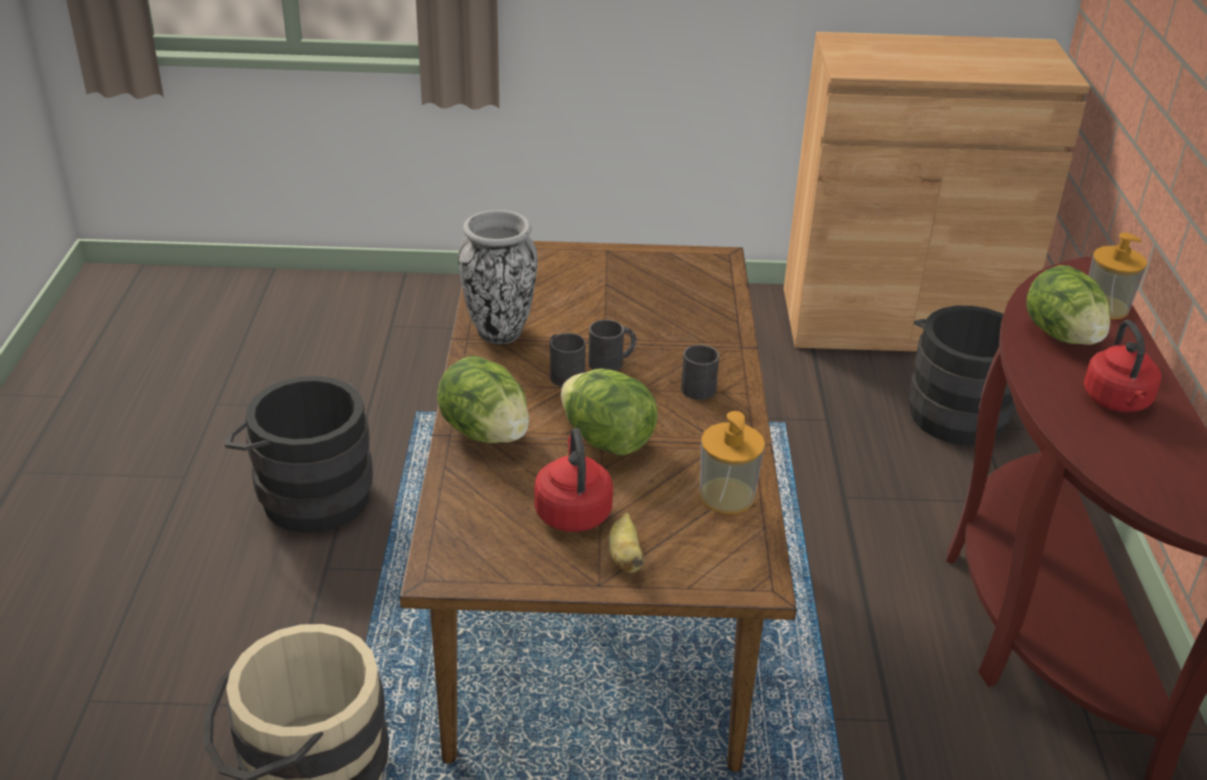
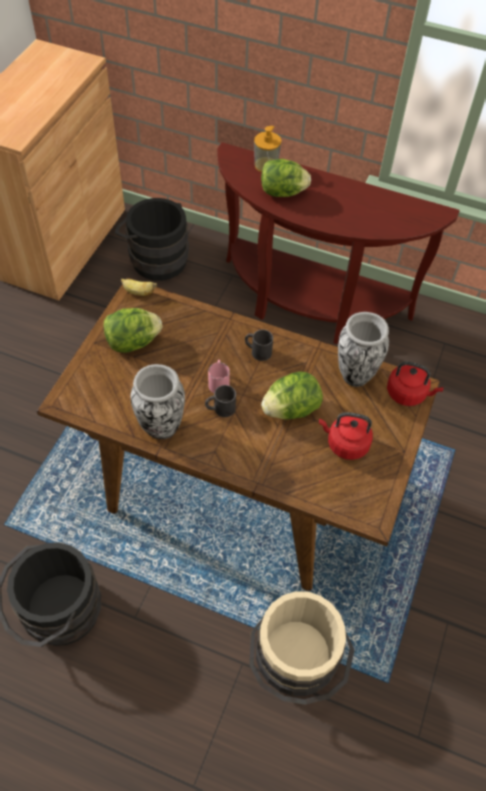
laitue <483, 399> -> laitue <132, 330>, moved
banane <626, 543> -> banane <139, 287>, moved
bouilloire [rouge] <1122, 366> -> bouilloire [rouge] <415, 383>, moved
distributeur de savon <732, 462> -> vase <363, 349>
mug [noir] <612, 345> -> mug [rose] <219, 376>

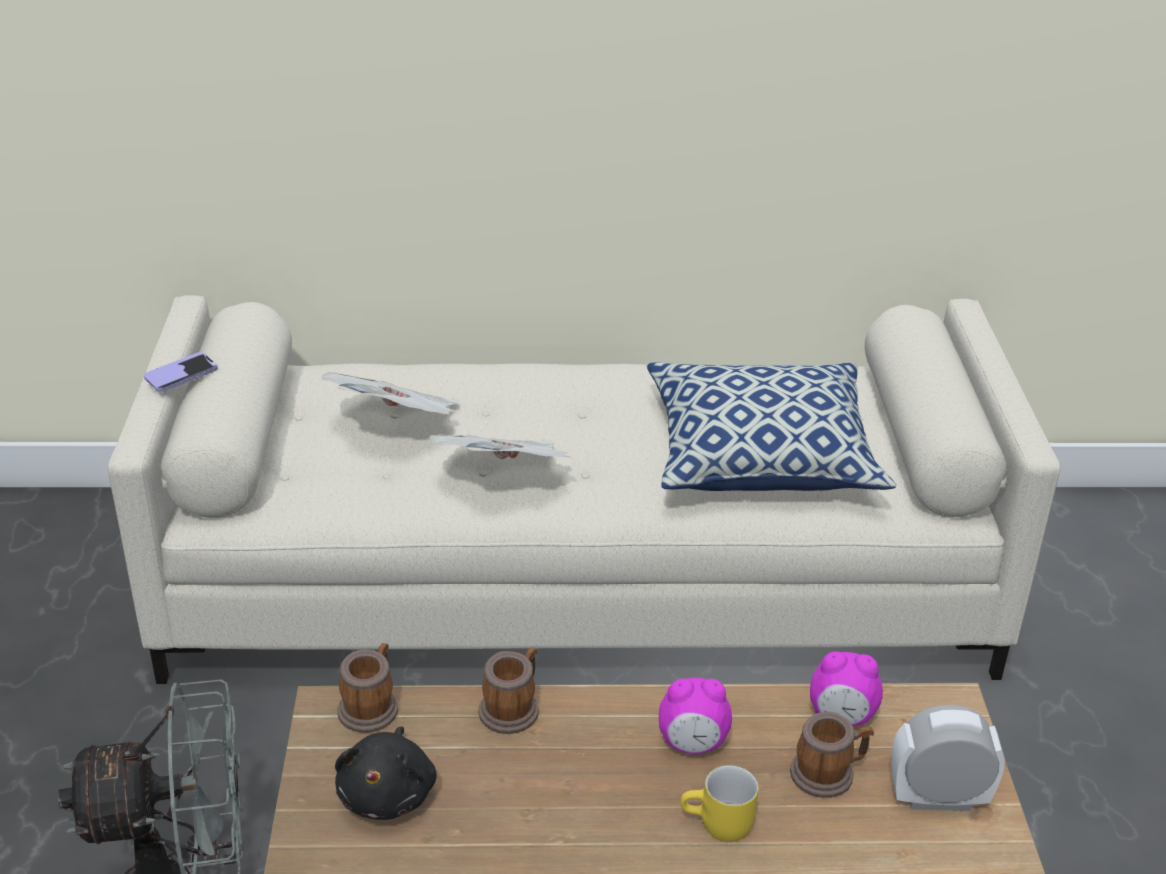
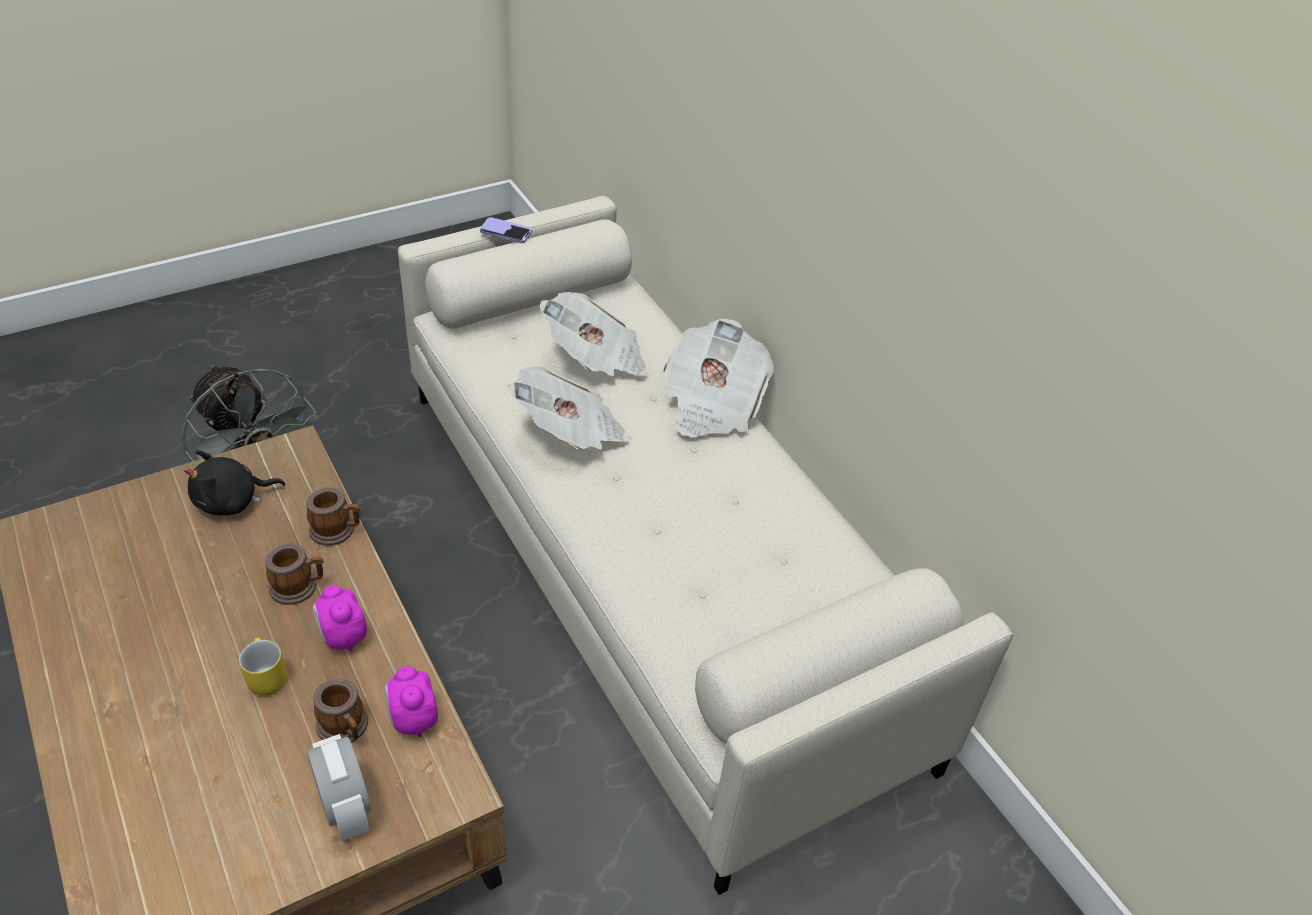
coussin <771, 427> -> none
none -> journal <718, 378>
mug <367, 688> -> mug <294, 574>, moved

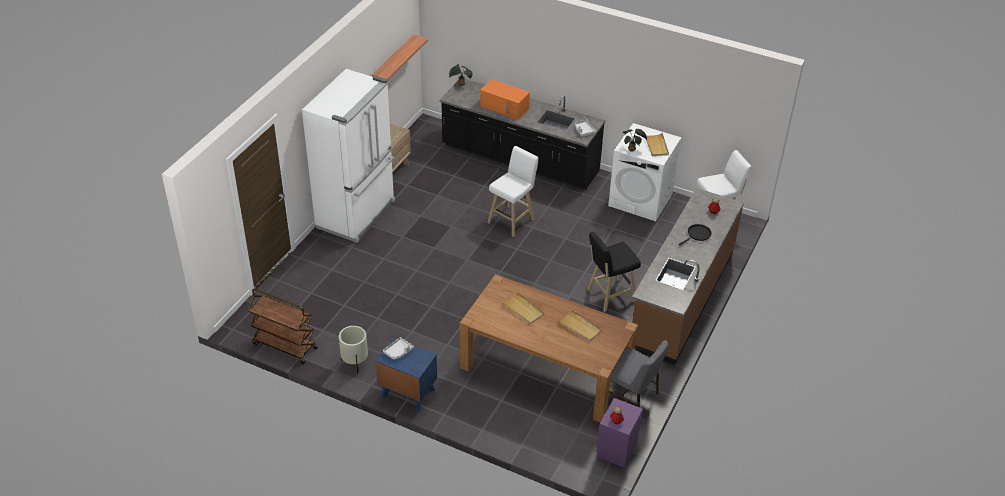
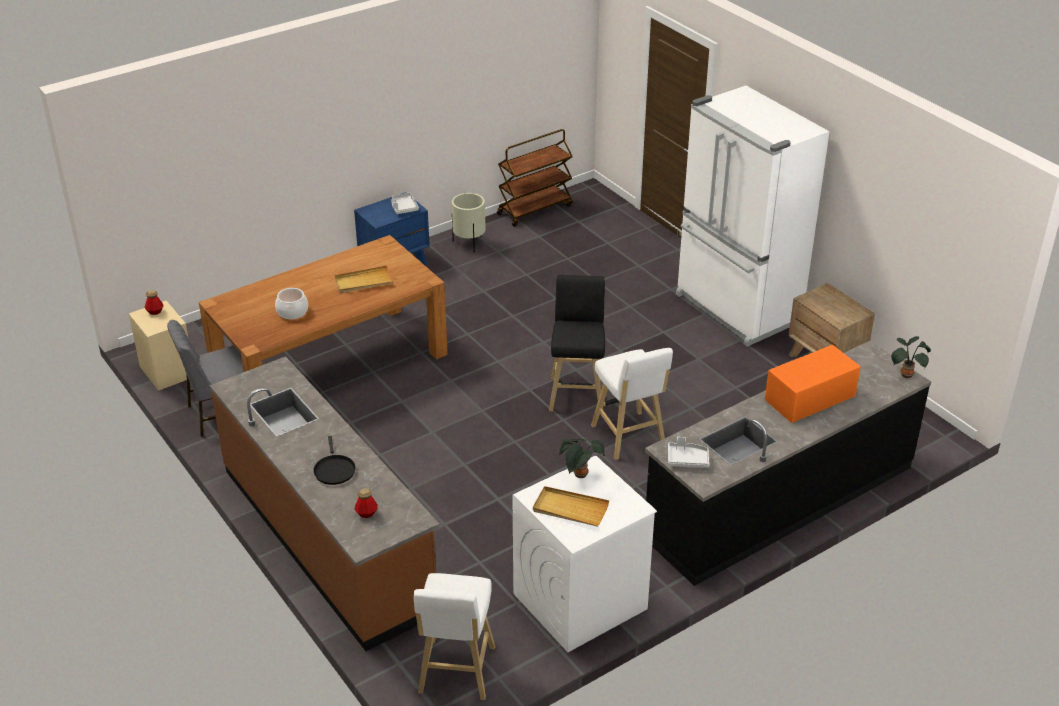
étagère <400, 58> -> none
tabouret [noir] <614, 272> -> tabouret [noir] <577, 343>, moved
plateau [beige] <580, 325> -> marmite <291, 303>
table de chevet [violet] <620, 433> -> table de chevet [beige] <159, 346>

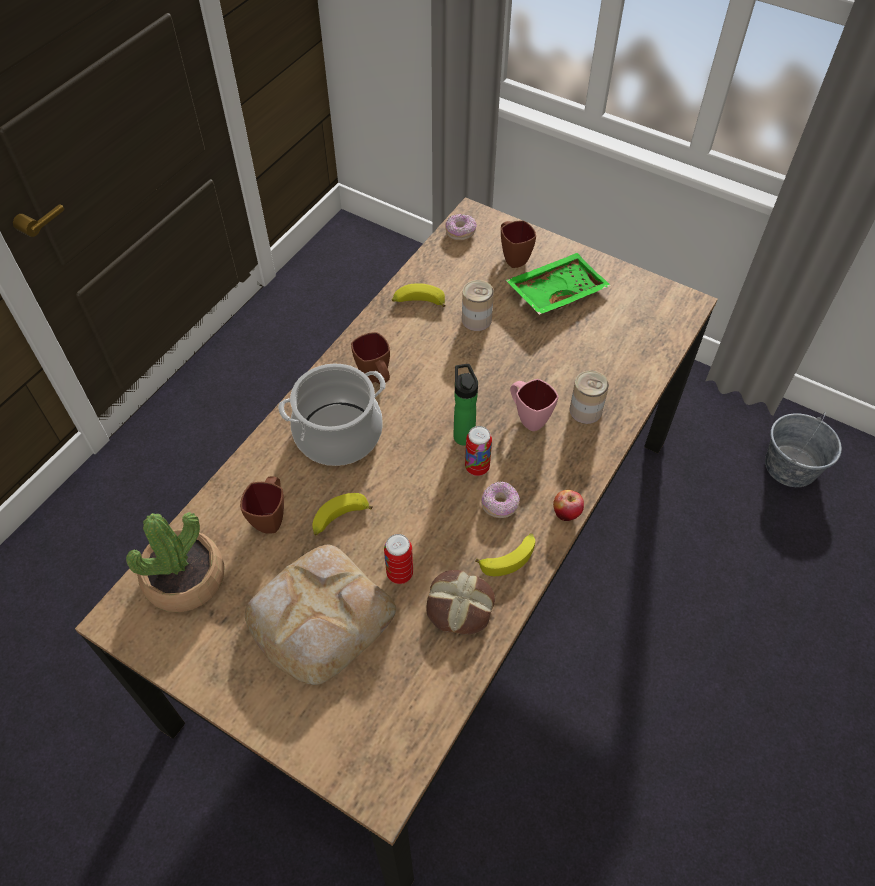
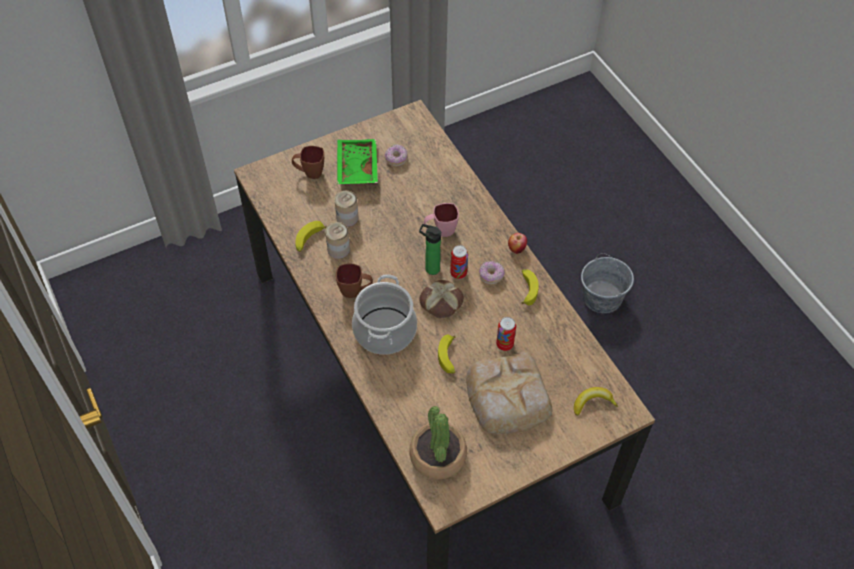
mug [marron] <262, 505> -> none
none -> banane <596, 401>
pain <460, 602> -> pain <441, 299>, moved
beignet <461, 227> -> beignet <396, 155>, moved
boîte métallique <589, 397> -> boîte métallique <337, 240>, moved
seau [gris] <803, 449> -> seau [gris] <607, 283>, moved

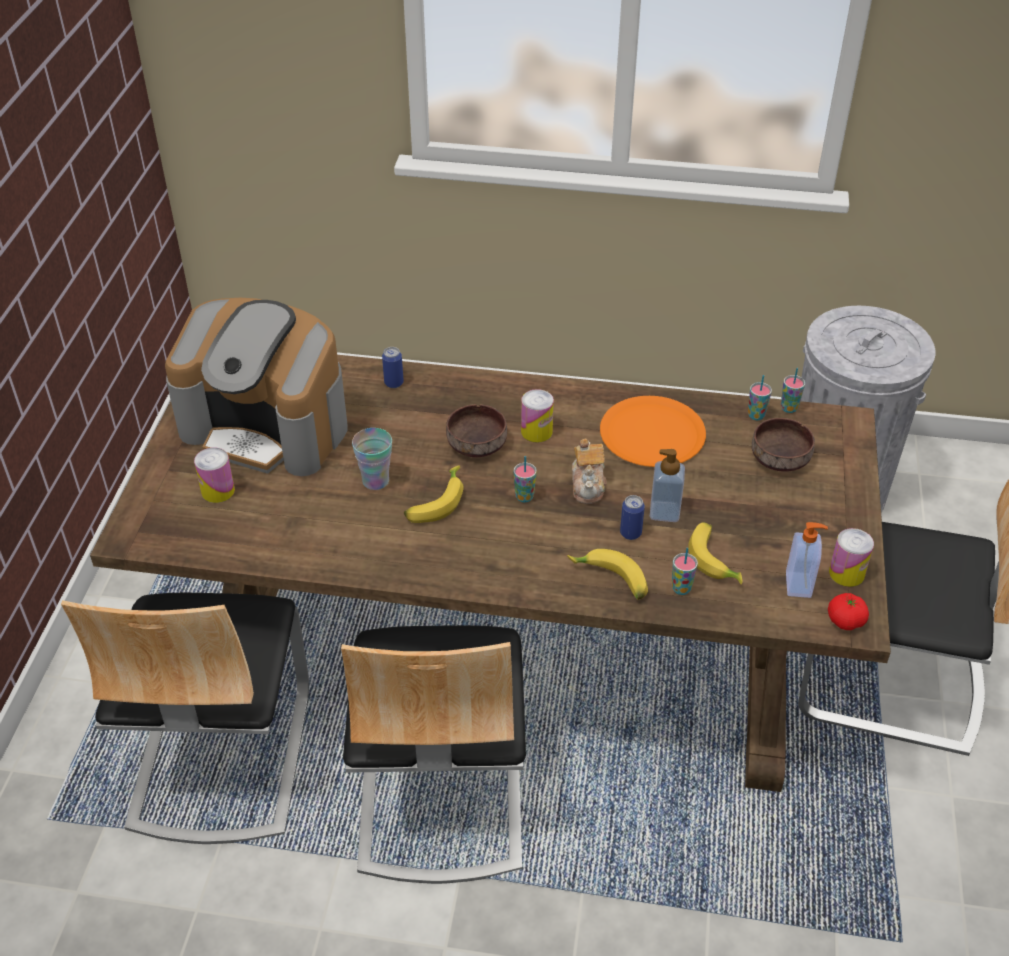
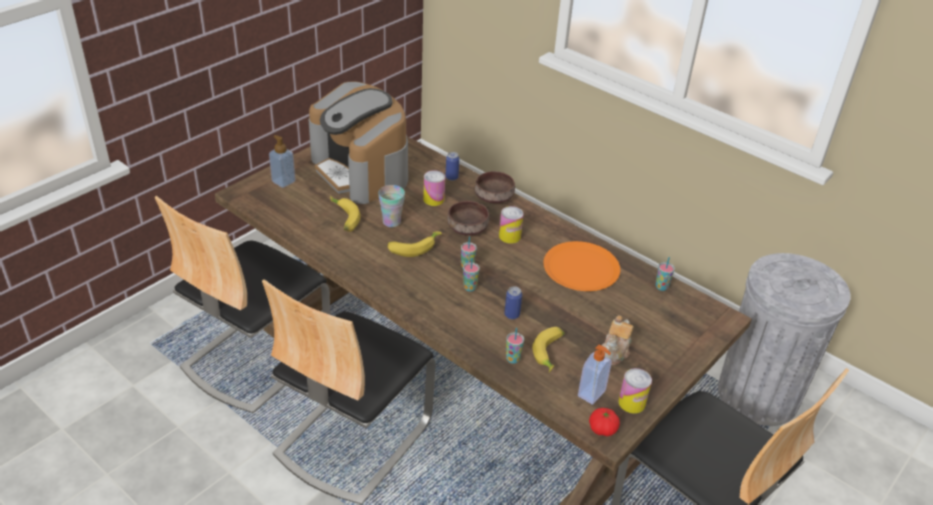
boîte métallique <214, 475> -> boîte métallique <434, 188>, moved
banane <607, 574> -> banane <345, 214>, moved
théière <589, 471> -> théière <618, 340>, moved
distributeur de savon <667, 485> -> distributeur de savon <282, 161>, moved
bol [marron] <783, 445> -> bol [marron] <495, 187>, moved
tasse <793, 390> -> tasse <471, 274>, moved

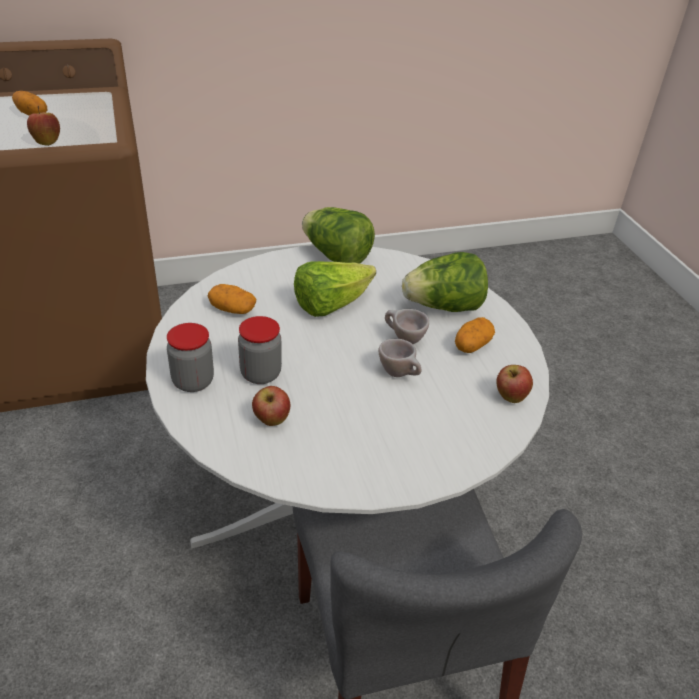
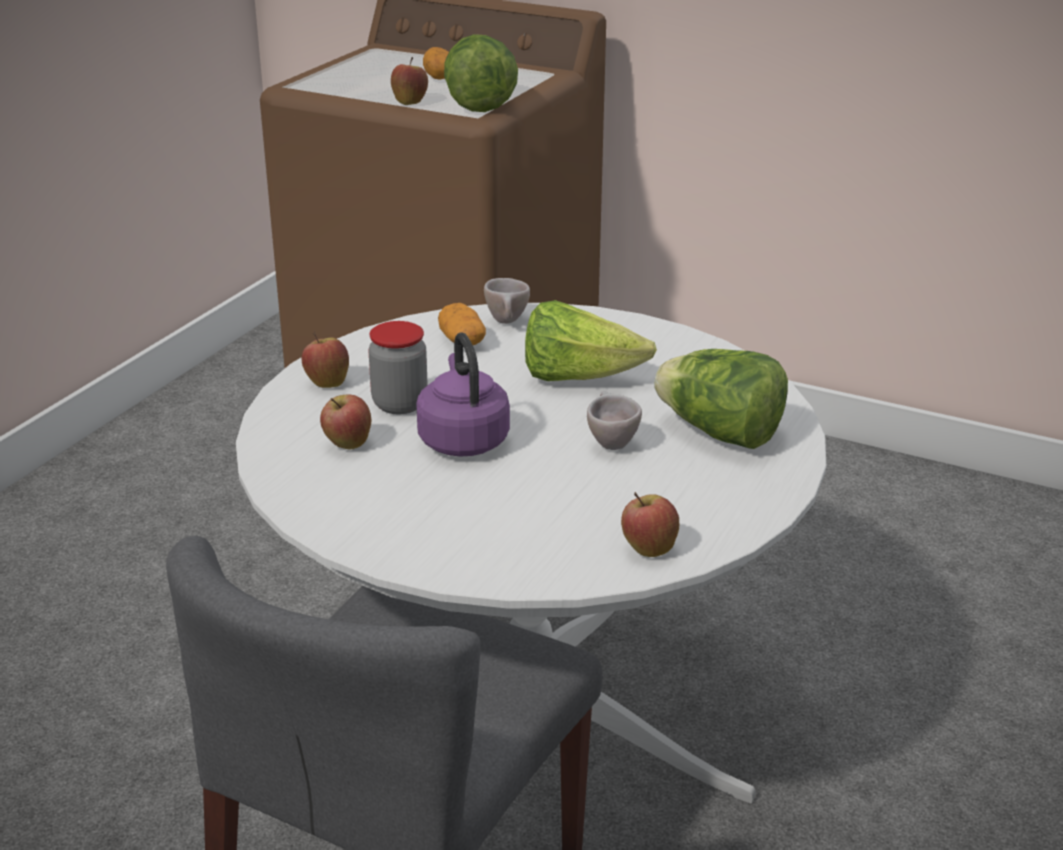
pomme de terre <475, 335> -> none
none -> bouilloire [violet] <463, 394>
laitue <338, 235> -> laitue <481, 73>, moved
tasse [beige] <400, 358> -> tasse [beige] <507, 301>, moved
bocal <190, 357> -> pomme <325, 359>

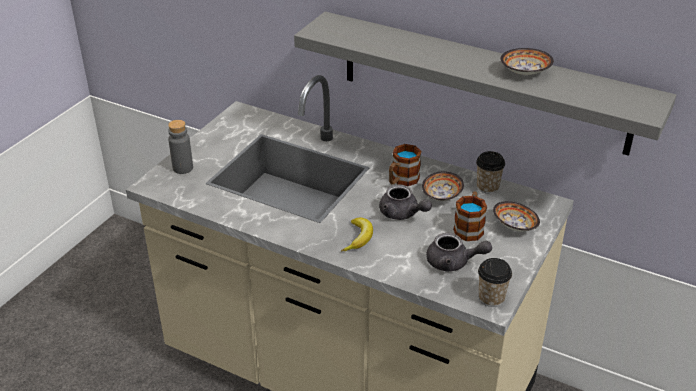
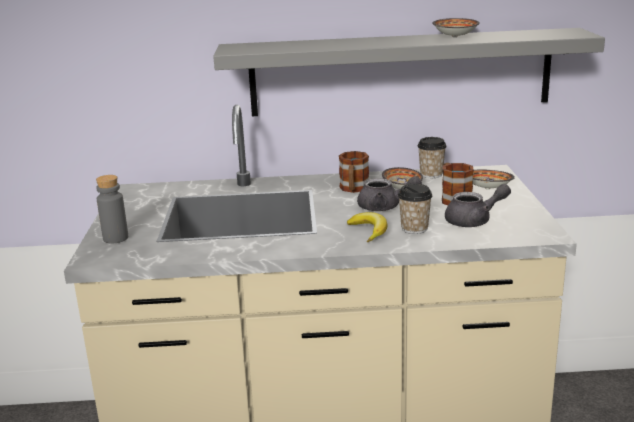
tasse <495, 282> -> tasse <415, 209>, moved

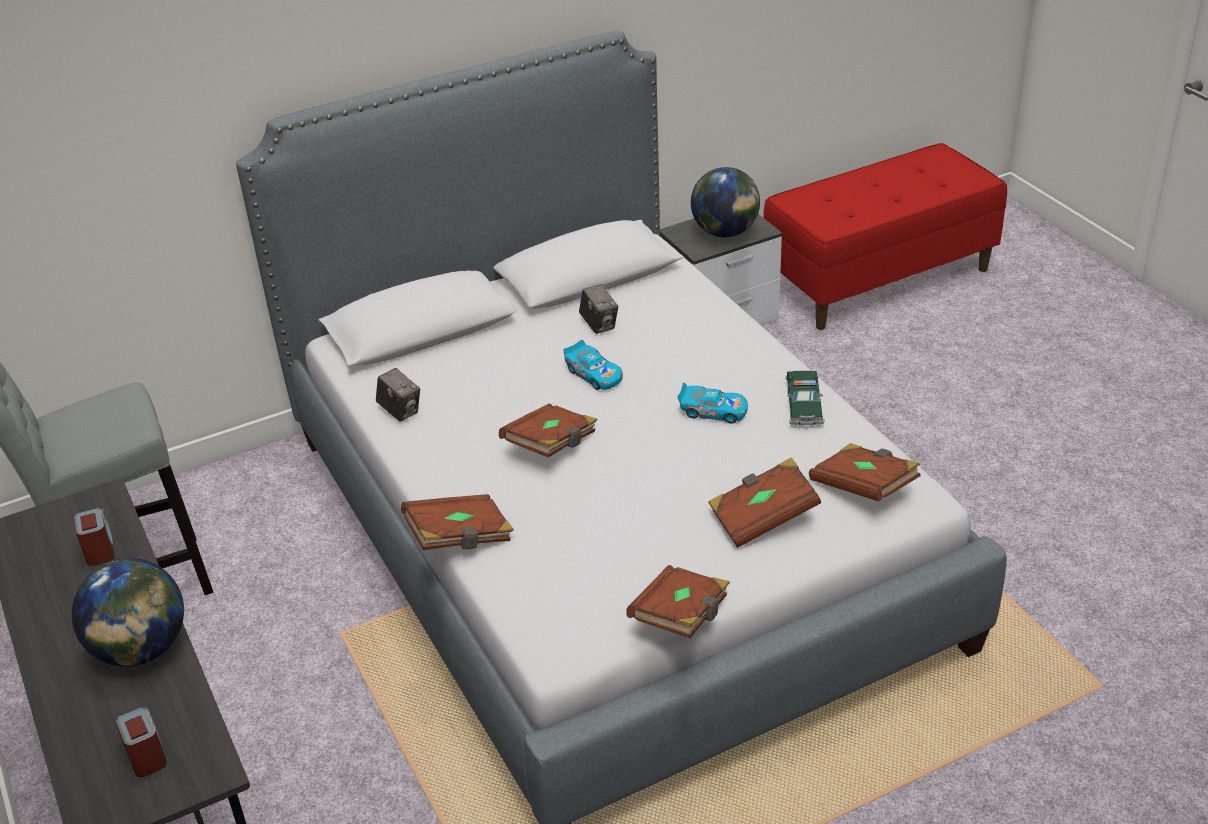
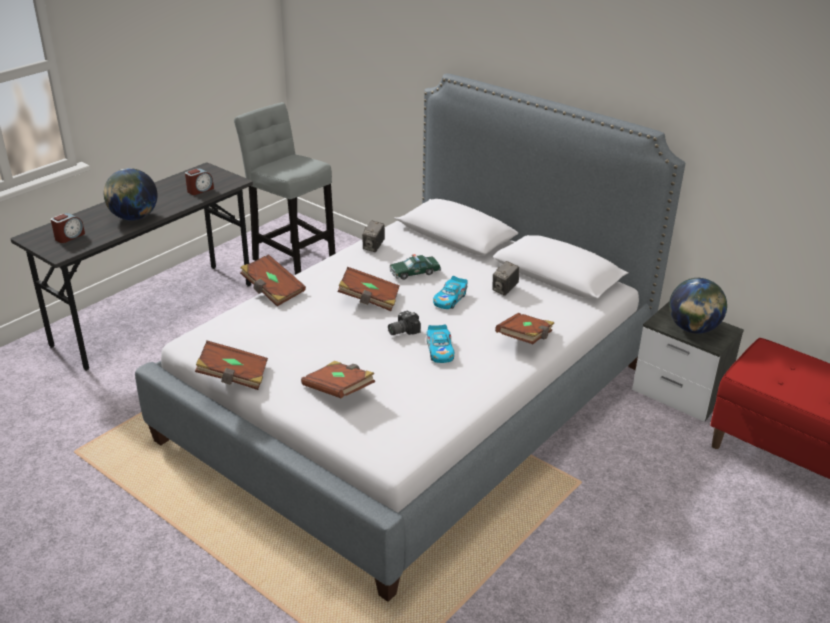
none -> appareil photo <404, 323>
petite voiture <805, 398> -> petite voiture <415, 267>, moved
livre [marron] <865, 472> -> livre [marron] <524, 328>, moved

